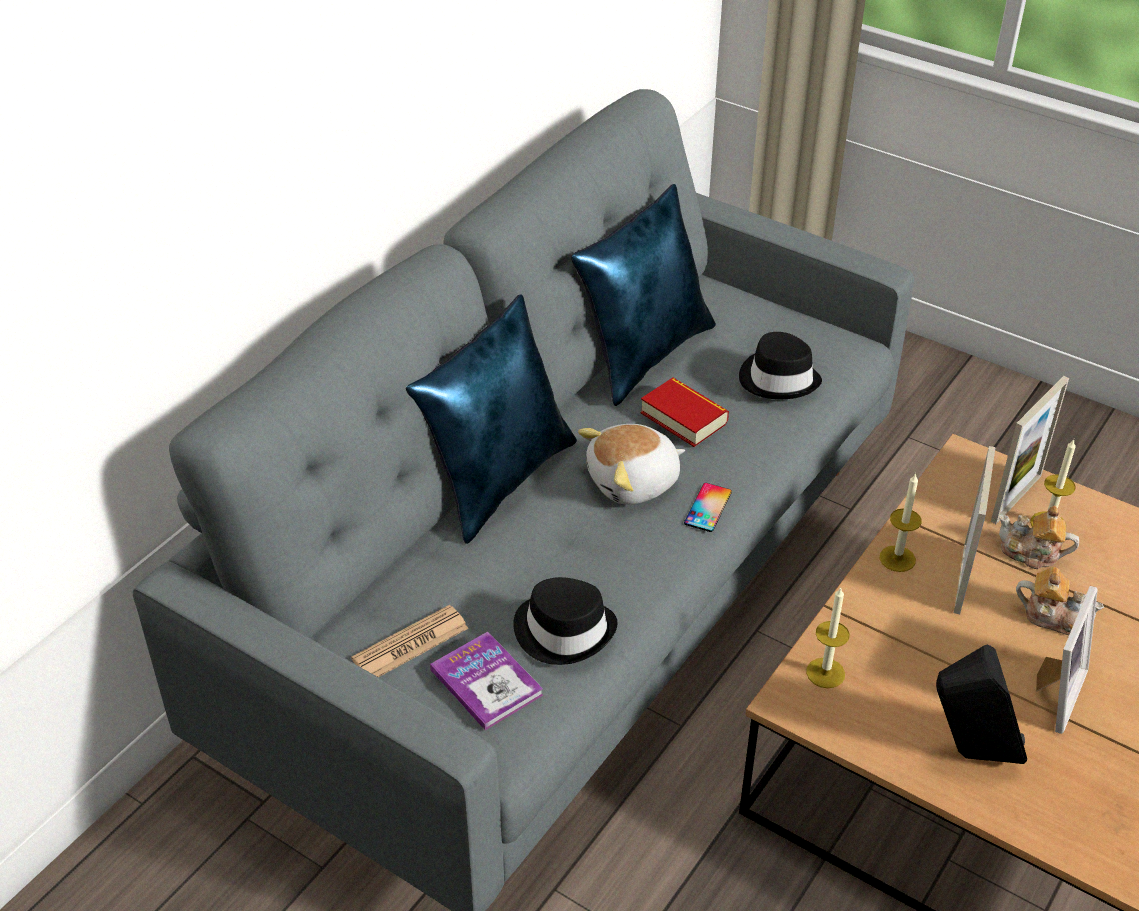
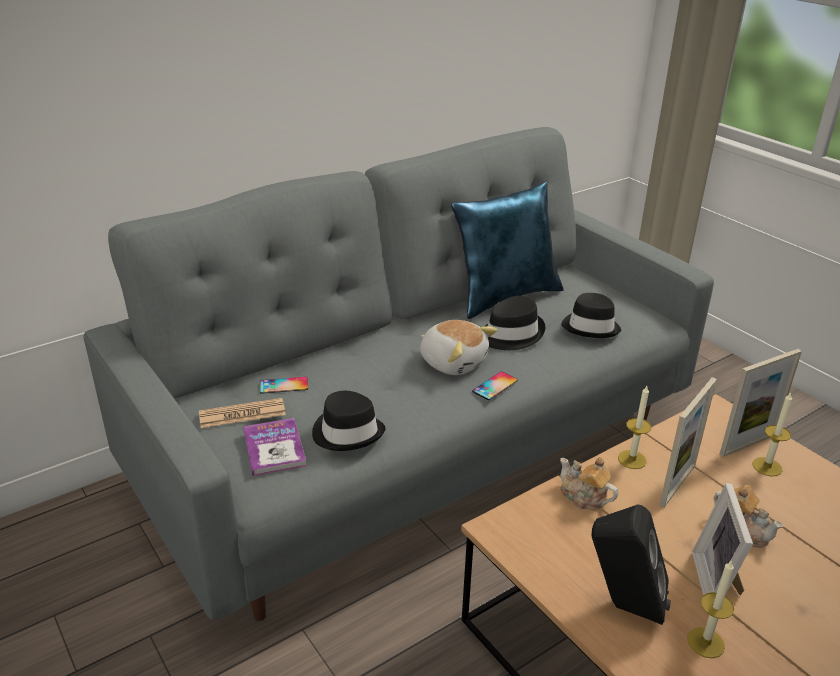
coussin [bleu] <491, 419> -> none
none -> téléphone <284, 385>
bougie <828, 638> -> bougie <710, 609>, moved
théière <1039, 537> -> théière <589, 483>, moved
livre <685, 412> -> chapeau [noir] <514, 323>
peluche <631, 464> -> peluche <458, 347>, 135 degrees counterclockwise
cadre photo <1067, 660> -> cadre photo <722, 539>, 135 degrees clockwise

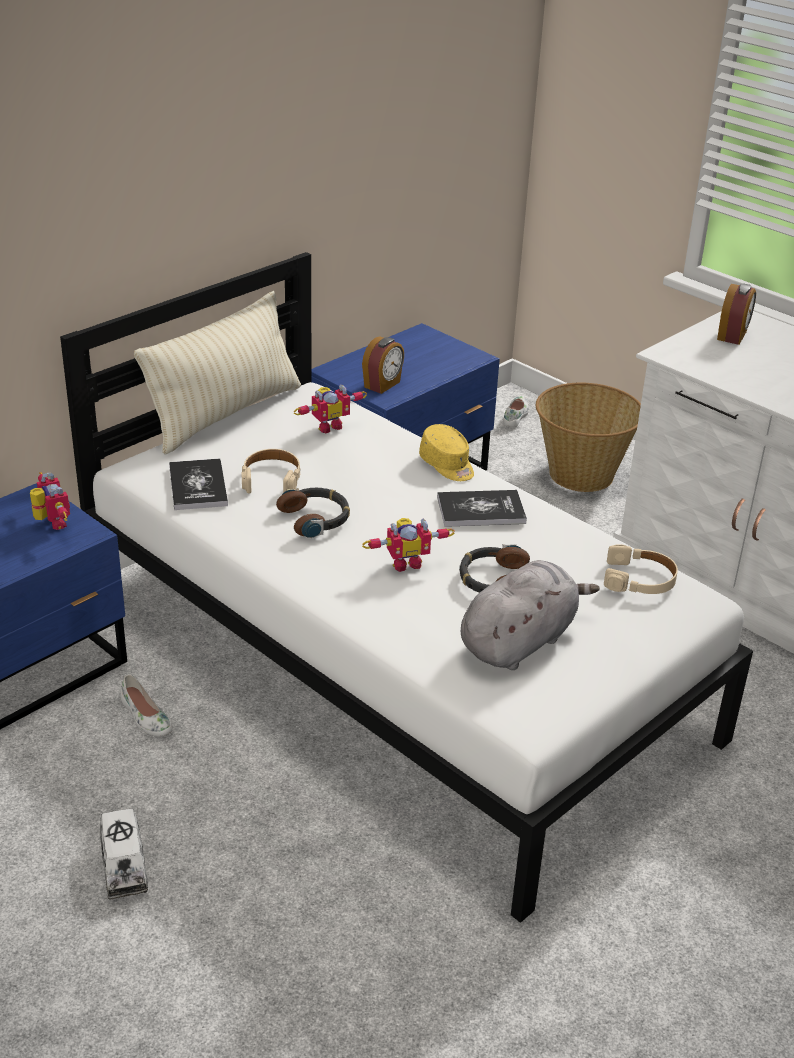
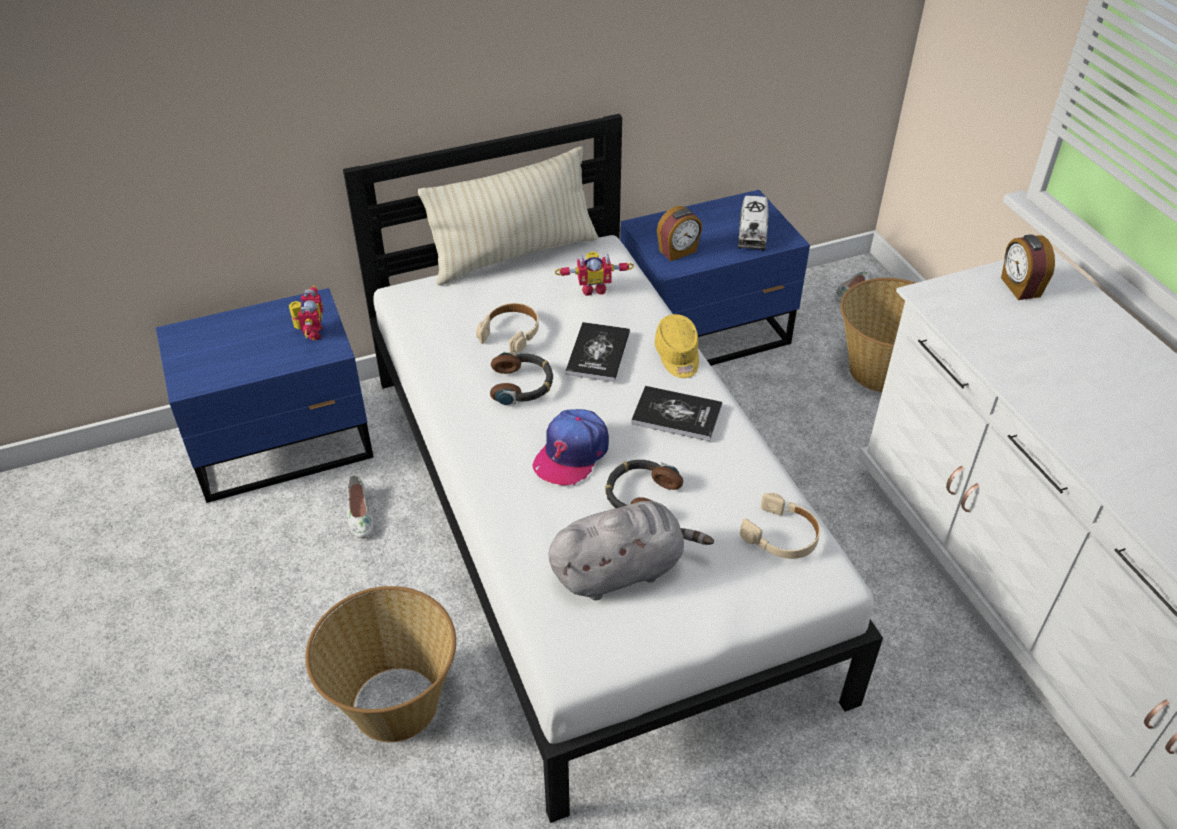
none -> panier <380, 664>
camion jouet <124, 854> -> camion jouet <753, 223>, moved
livre <198, 484> -> livre <597, 352>, moved
robot jouet <408, 545> -> casquette <571, 447>
réveil <736, 314> -> réveil <1028, 267>, 120 degrees clockwise

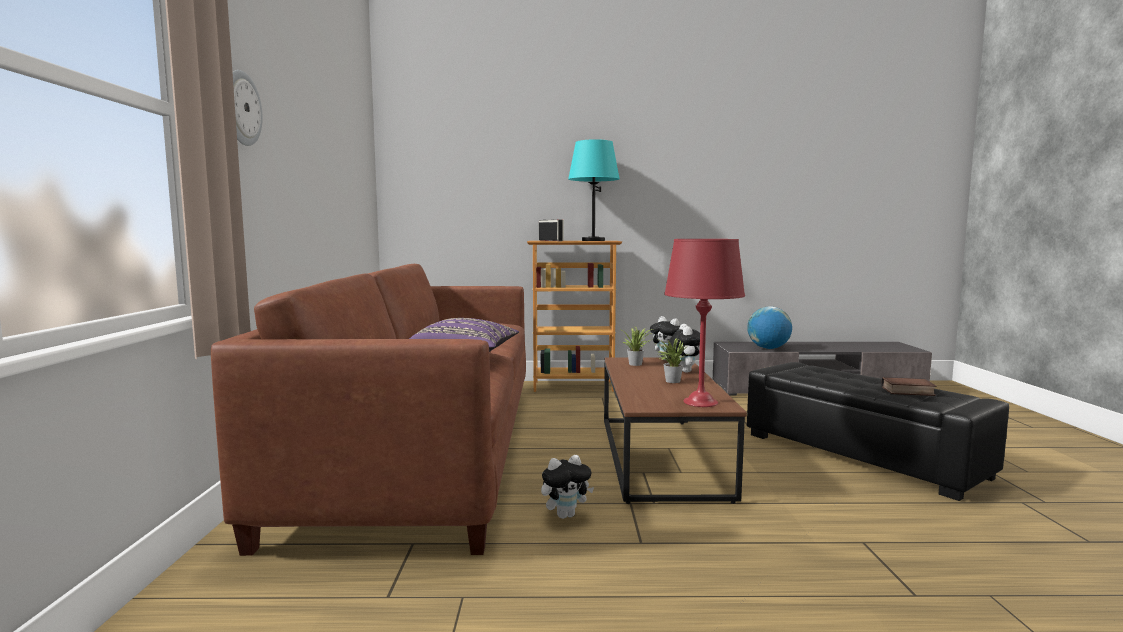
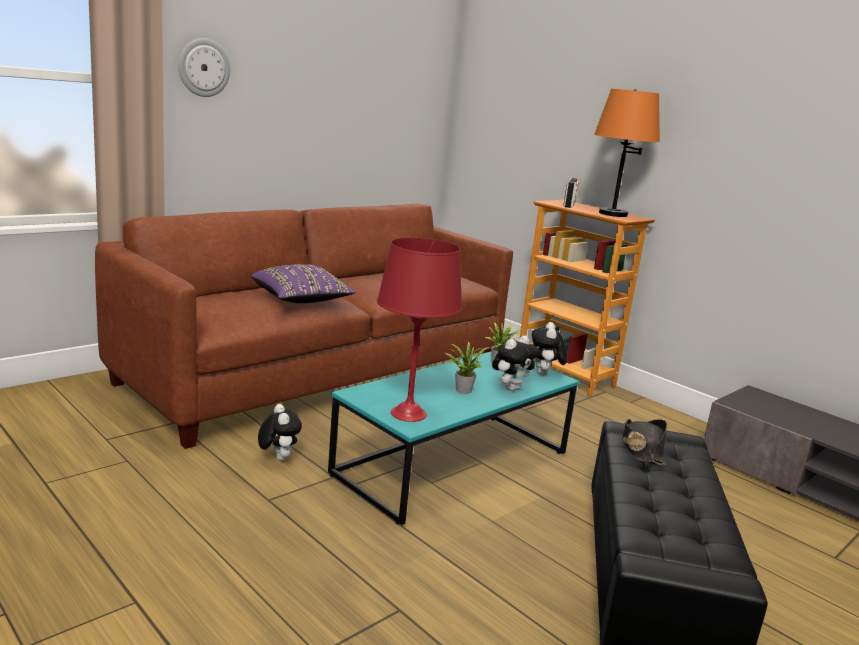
globe <769, 328> -> none
livre <908, 386> -> none
none -> chapeau [noir] <645, 442>
lampe de table [turquoise] <594, 190> -> lampe de table [orange] <627, 153>
table basse [marron] <675, 431> -> table basse [turquoise] <453, 438>
peluche <567, 487> -> peluche <280, 432>, 135 degrees counterclockwise

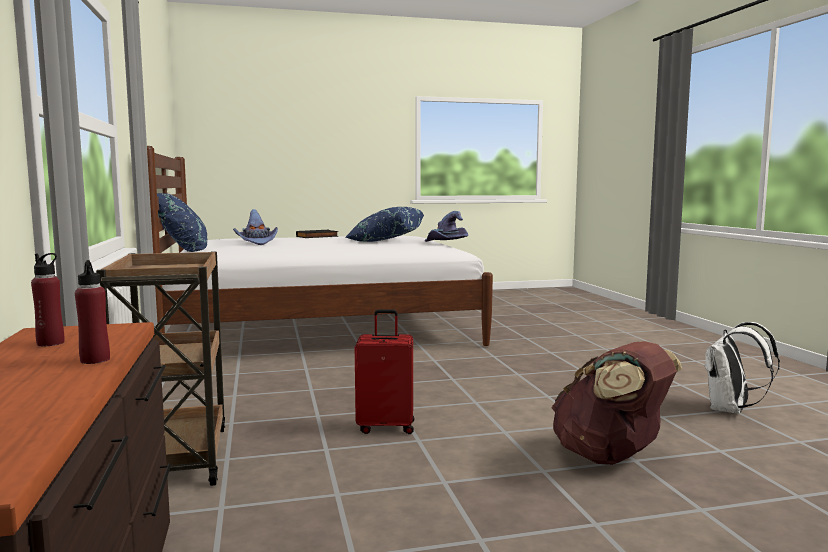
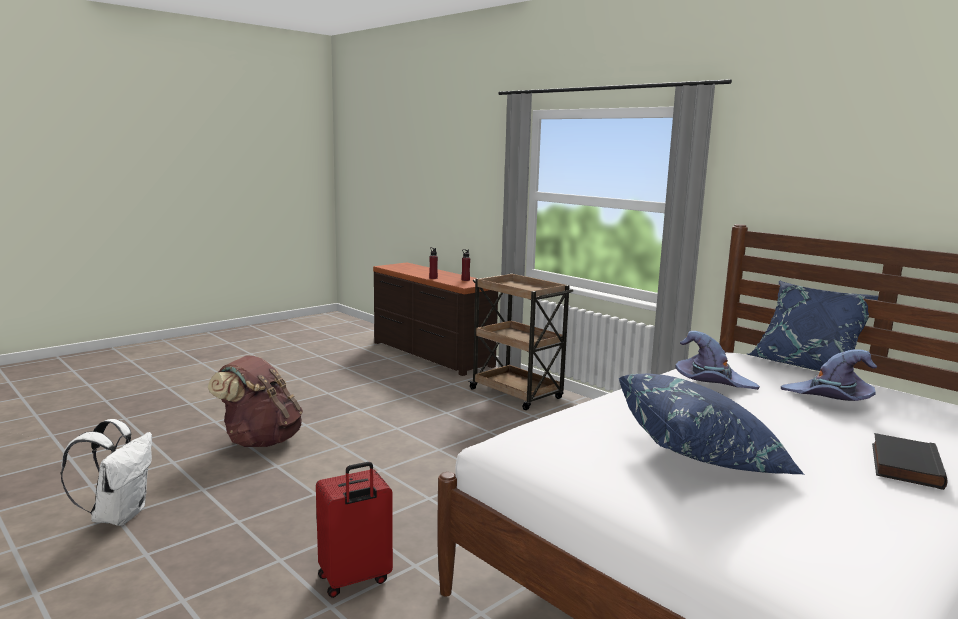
valise [rouge] <384, 372> -> valise [rouge] <354, 530>, moved
chapeau [violet] <446, 226> -> chapeau [violet] <717, 360>, moved

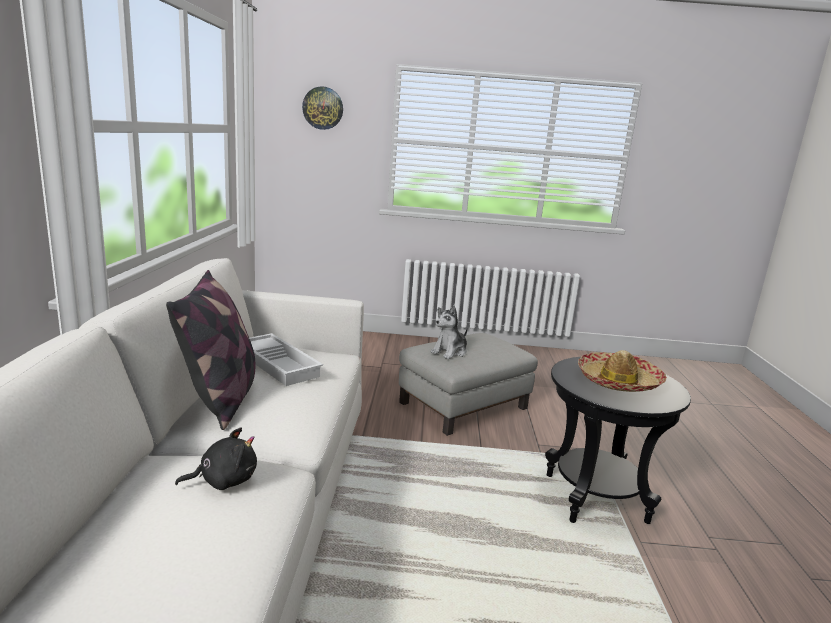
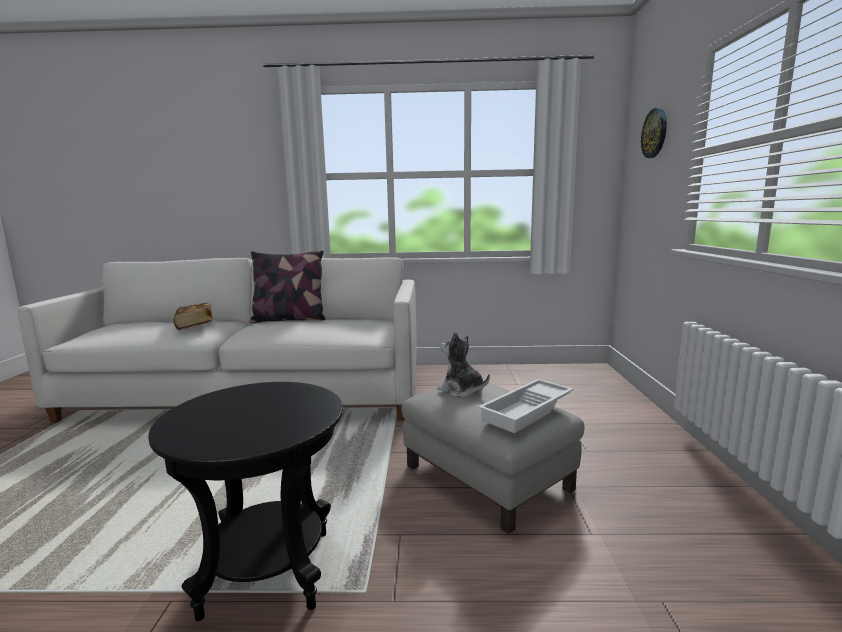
chapeau <622, 371> -> none
plateau [blanc] <286, 359> -> plateau [blanc] <526, 406>, moved
peluche [noir] <216, 458> -> livre <193, 316>

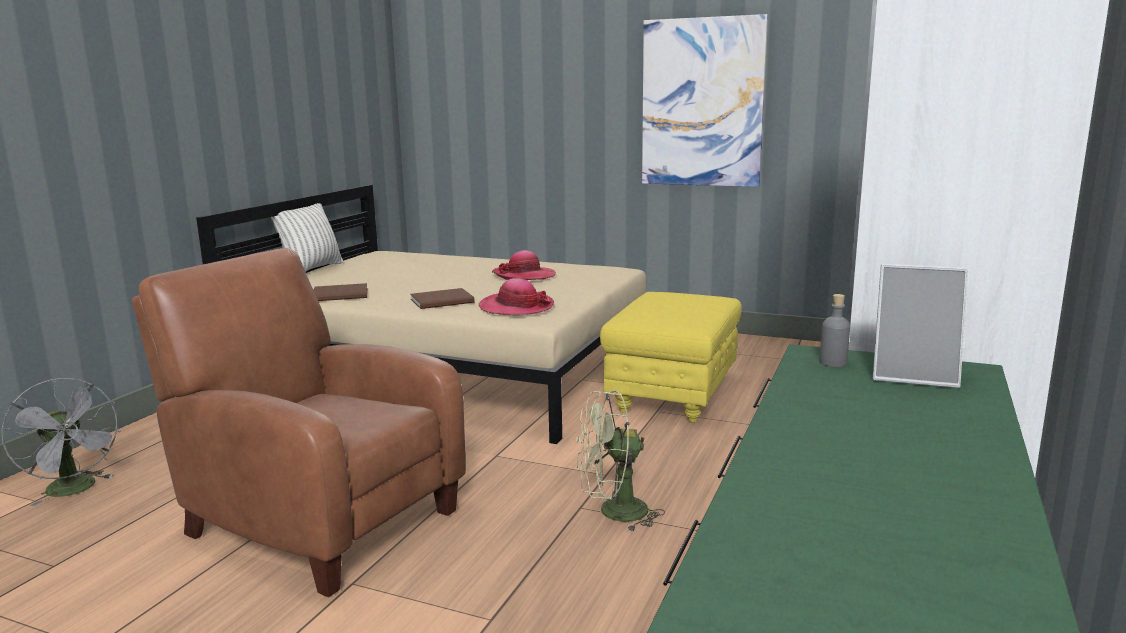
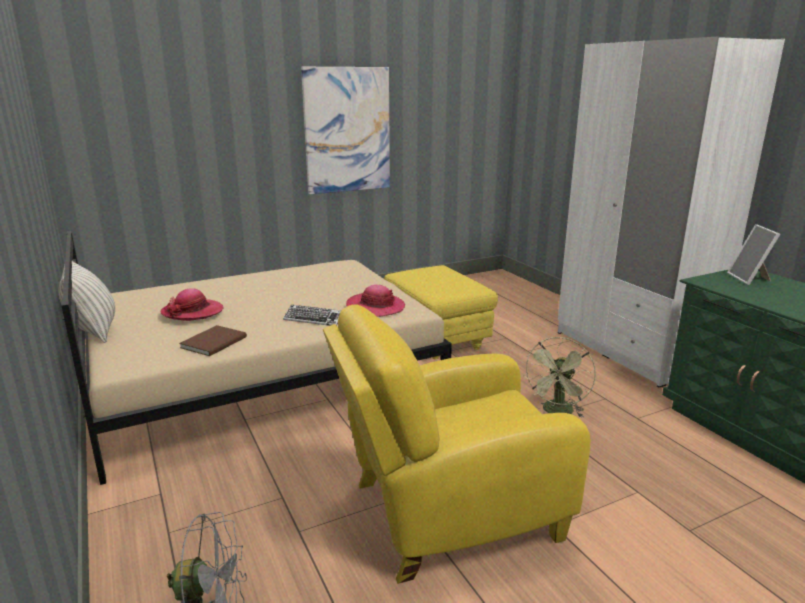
bouteille [gris] <835, 330> -> none
chapeau <524, 265> -> chapeau <191, 304>, moved
livre [marron] <443, 298> -> clavier <312, 315>
fauteuil [marron] <299, 422> -> fauteuil [jaune] <457, 444>
cadre photo <920, 326> -> cadre photo <753, 254>, 120 degrees clockwise

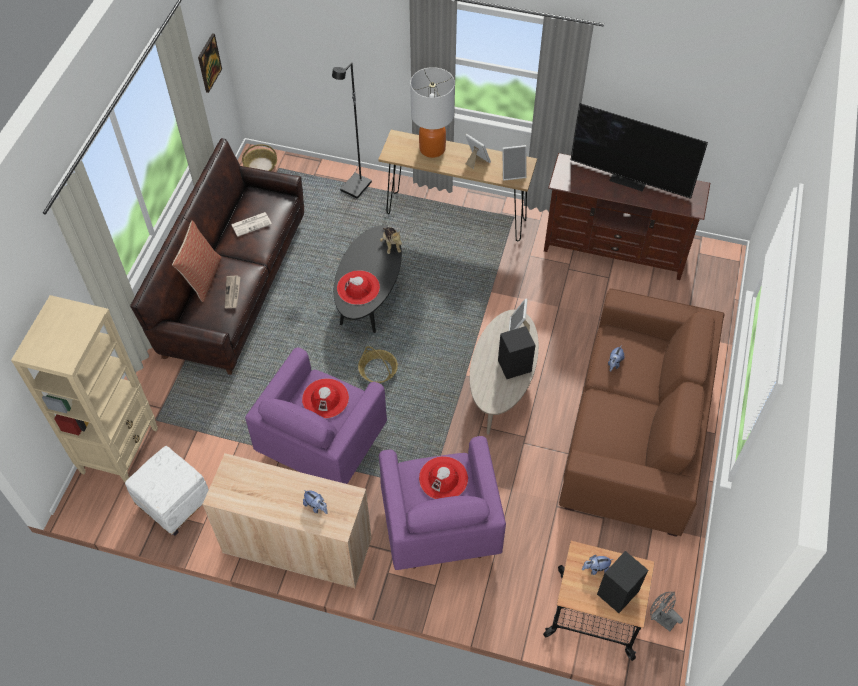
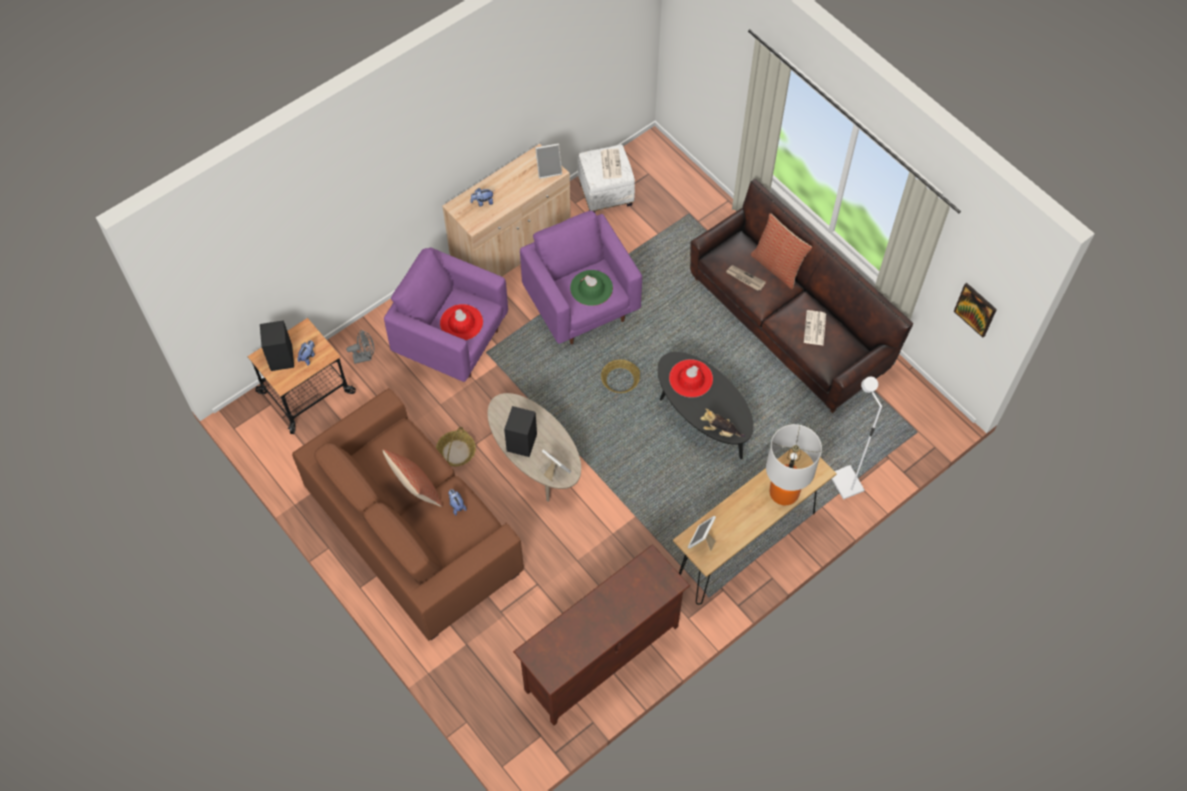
bibliothèque [beige] <84, 388> -> none
téléviseur <639, 151> -> none
none -> coussin <413, 478>
none -> journal <611, 164>
panier <259, 157> -> panier <456, 446>, moved
cadre photo <478, 151> -> cadre photo <548, 161>, moved
ventilateur [gris] <666, 611> -> ventilateur [gris] <360, 347>, moved
chapeau [rouge] <325, 398> -> chapeau [vert] <591, 288>
lampadaire [noir] <352, 130> -> lampadaire [blanc] <857, 438>

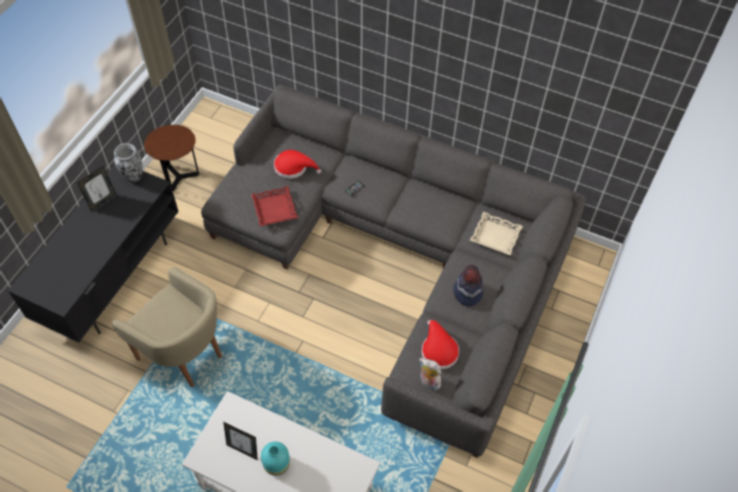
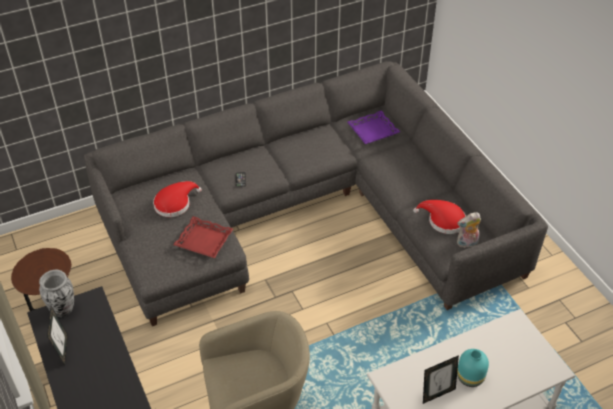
chapeau <468, 286> -> none
plateau [beige] <496, 233> -> plateau [violet] <373, 127>

